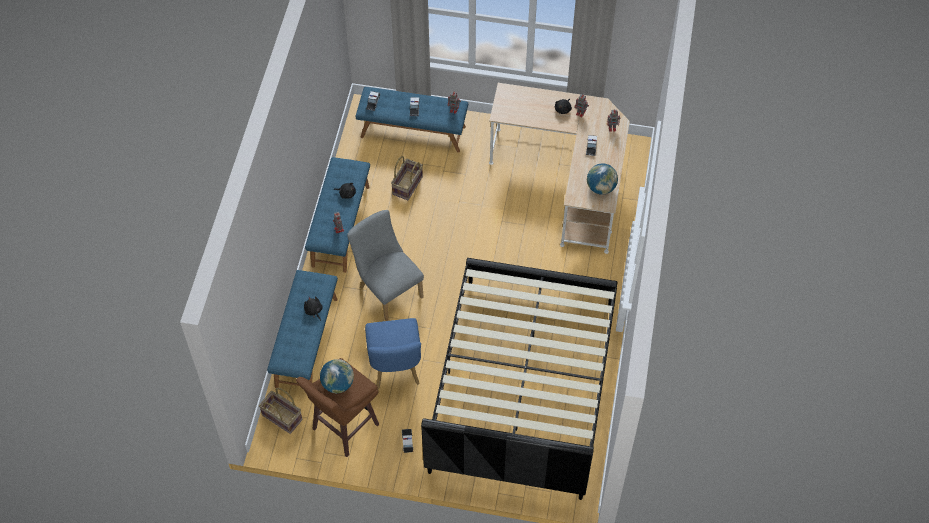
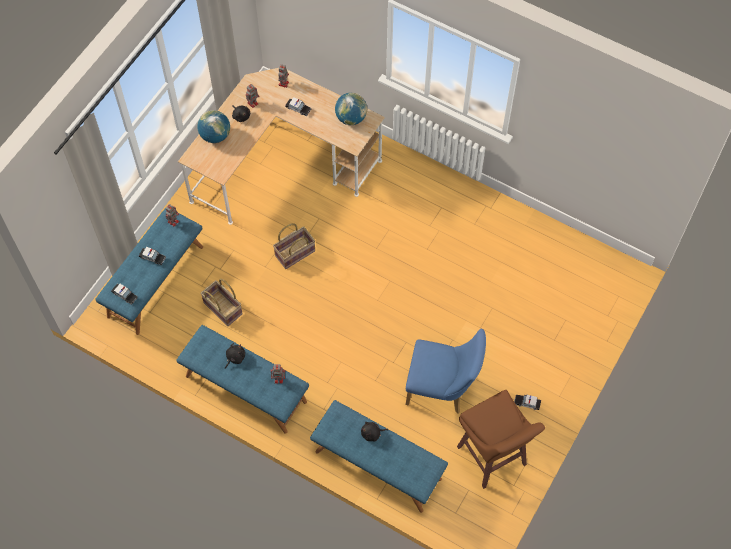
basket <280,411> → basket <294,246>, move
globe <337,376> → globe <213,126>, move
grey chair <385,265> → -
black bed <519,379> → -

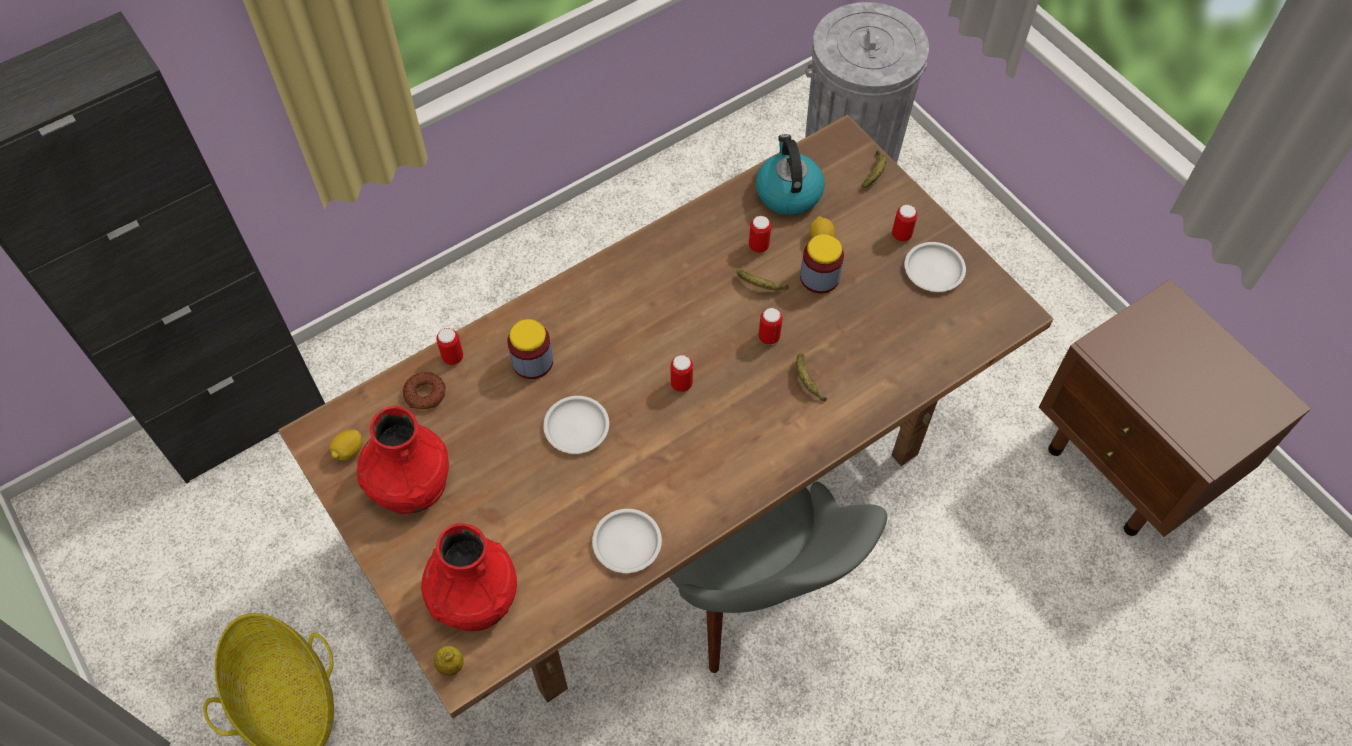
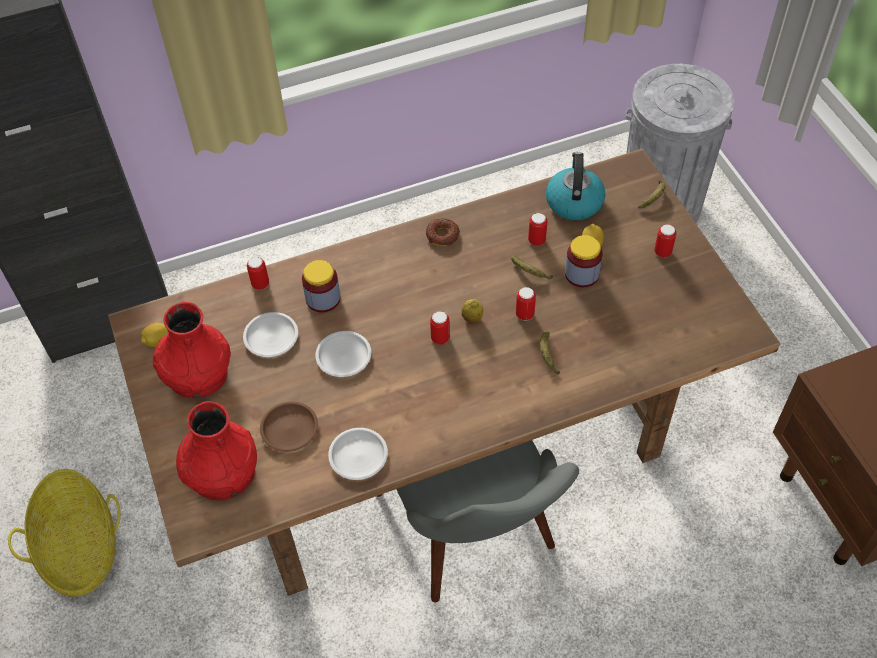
donut <424,391> → donut <443,232>, move
lemon <449,661> → lemon <472,311>, move
white plate <935,267> → white plate <270,334>, move
- → brown plate <289,426>

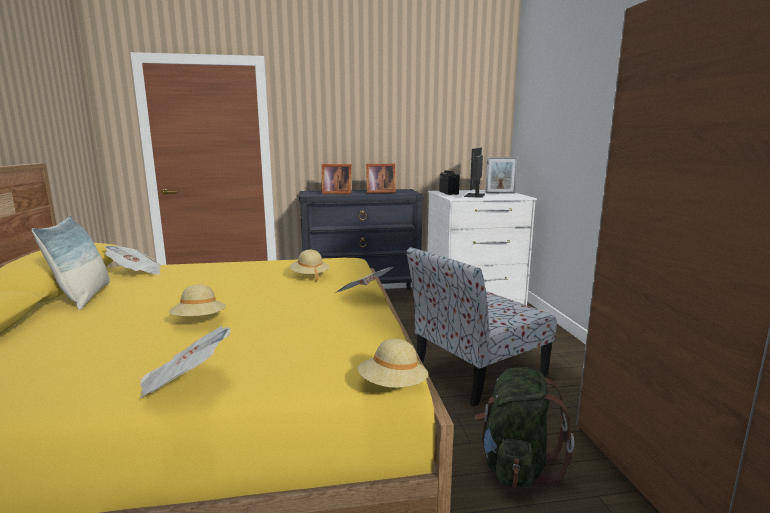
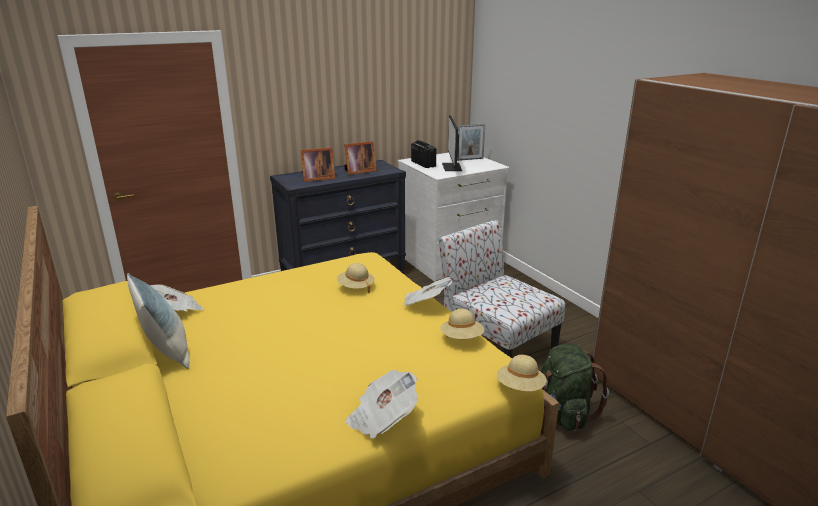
beige hat <197,300> → beige hat <462,324>, move
chair <482,327> → chair <502,289>, 105 degrees clockwise

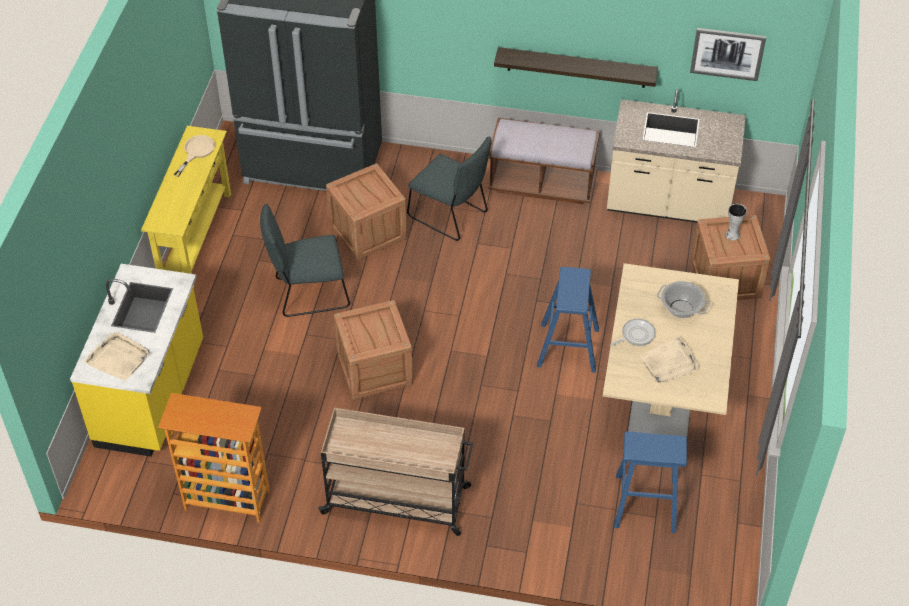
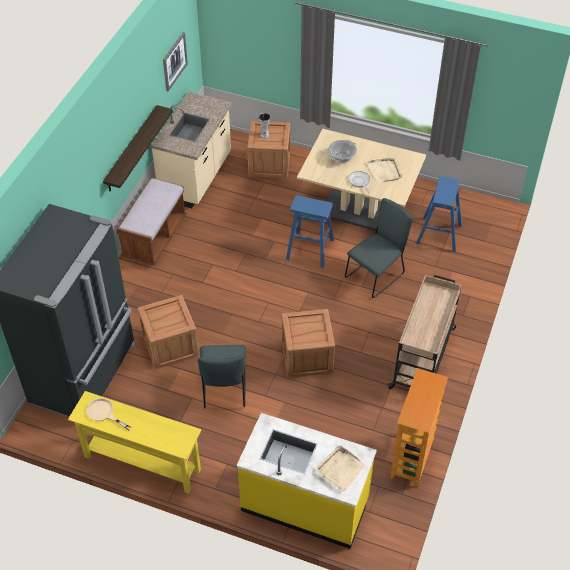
grey chair <449,189> → grey chair <379,248>, move

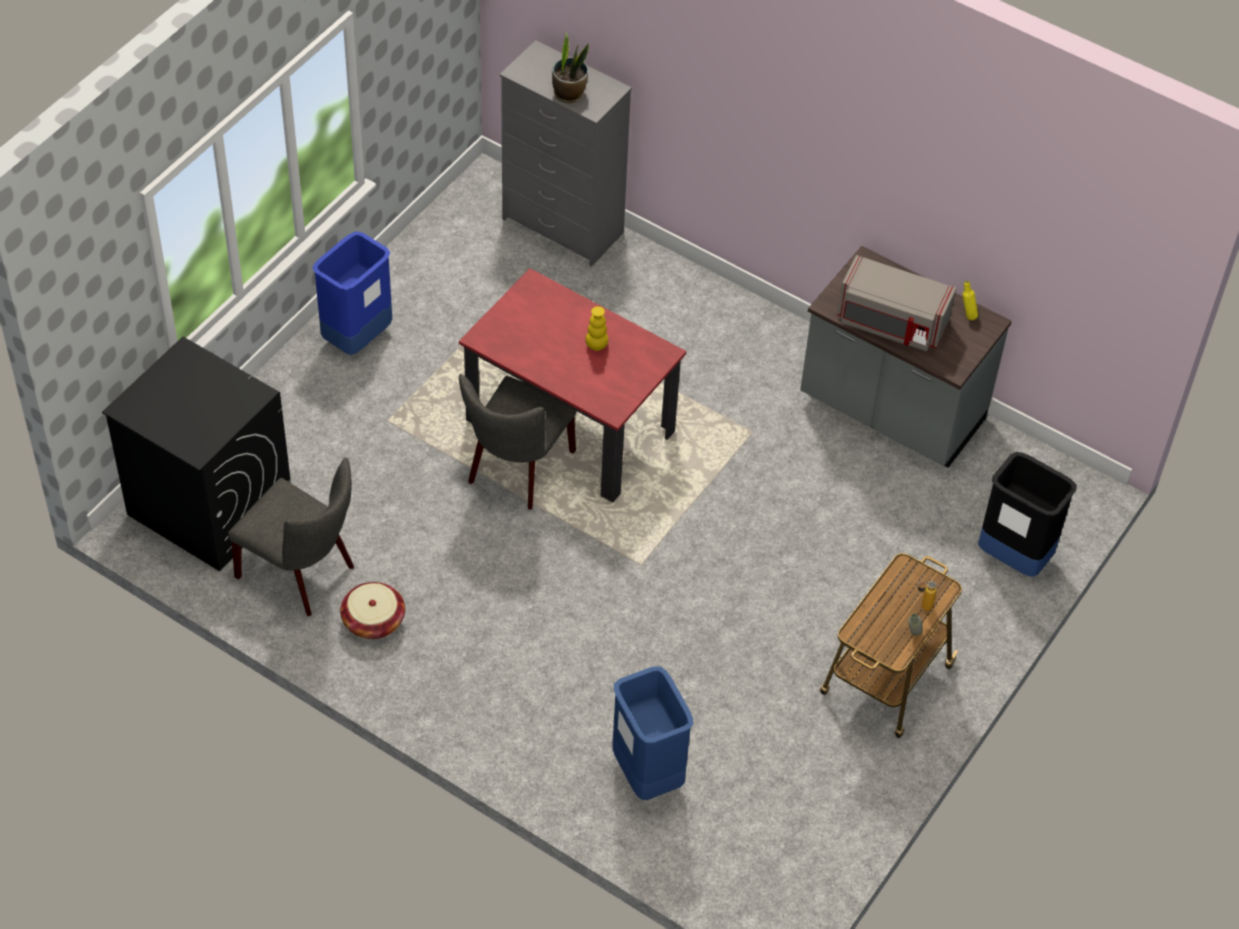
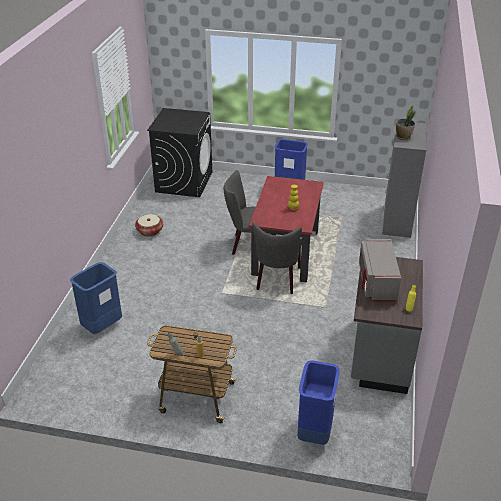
grey chair <291,536> → grey chair <277,258>, move
black trash can <1027,514> → blue trash can <318,402>

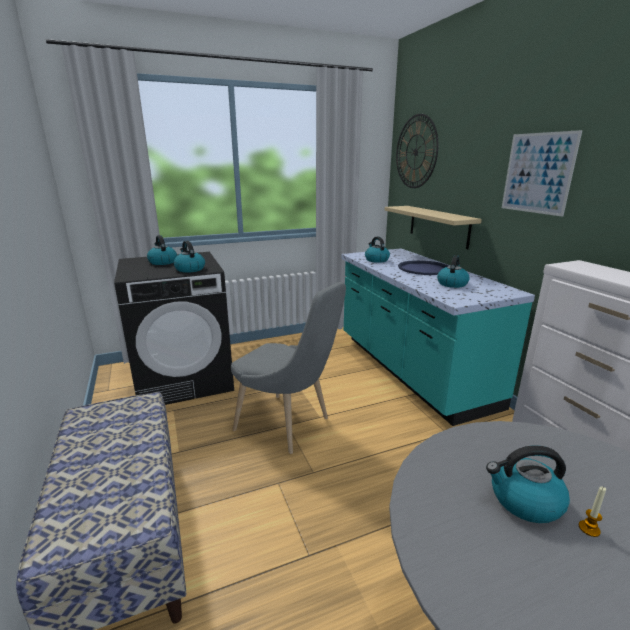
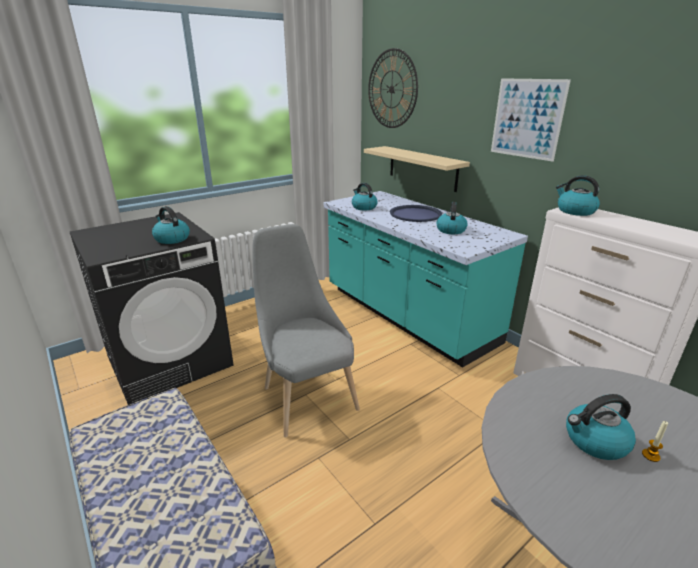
kettle <162,250> → kettle <578,195>, move
grey chair <288,368> → grey chair <306,330>, 135 degrees counterclockwise

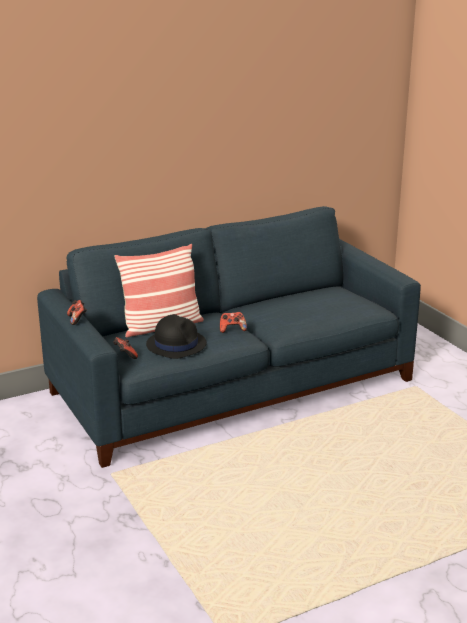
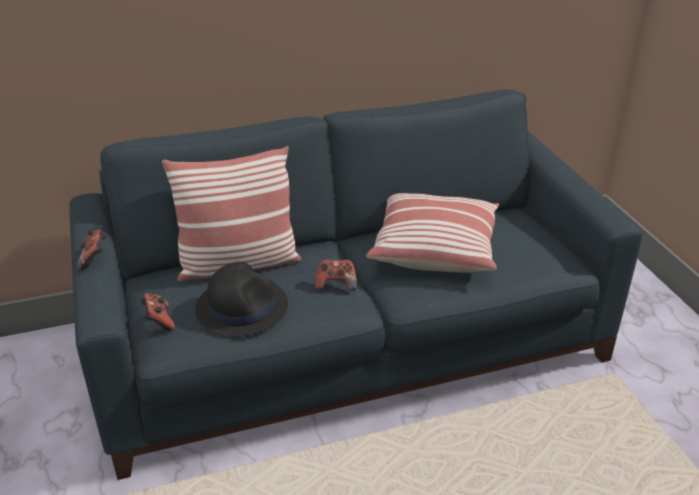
- → pillow <432,233>

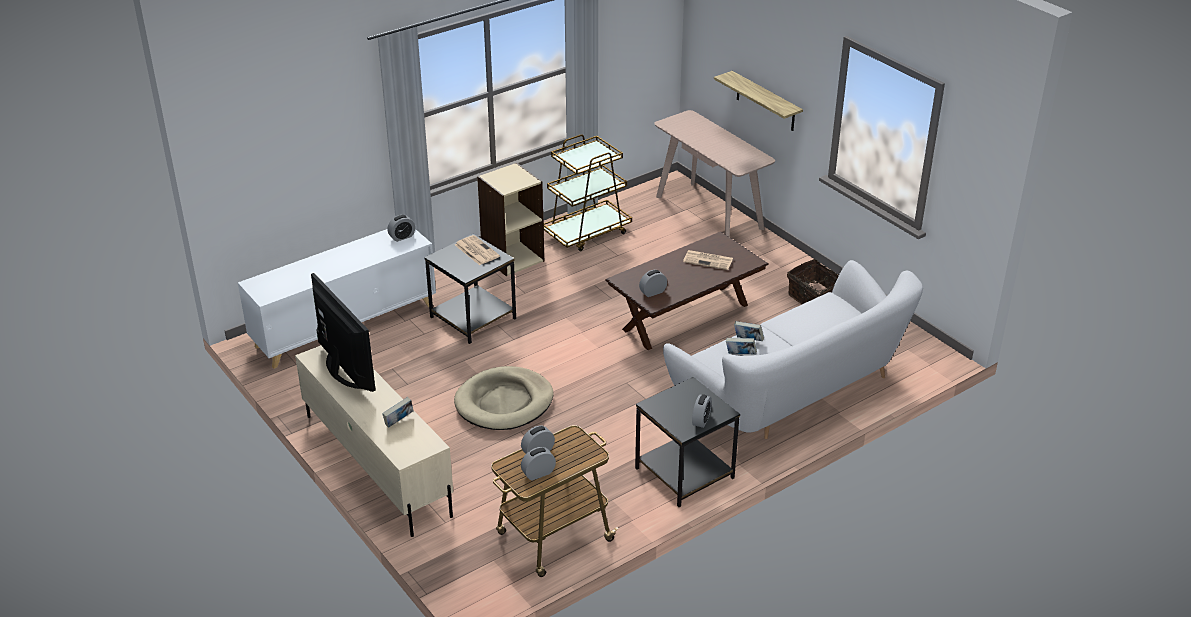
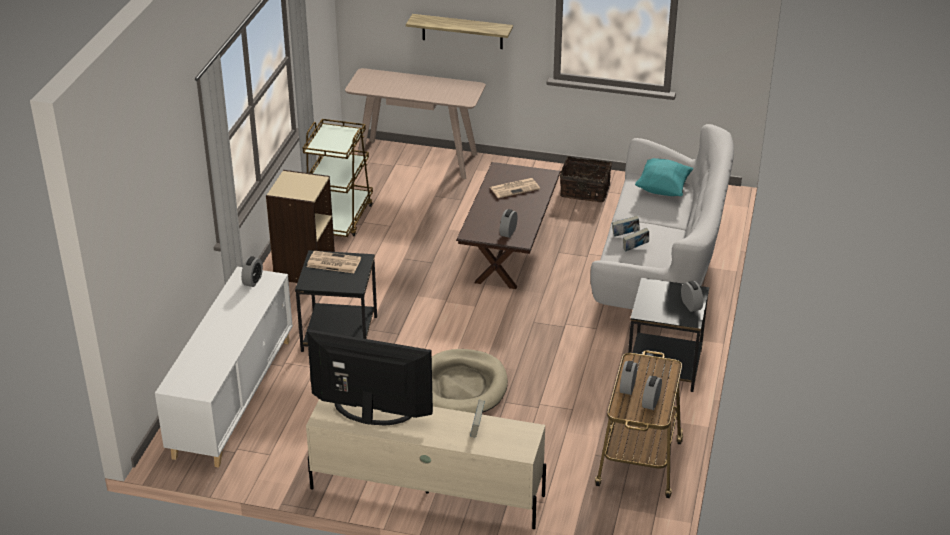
- → turquoise pillow <664,177>

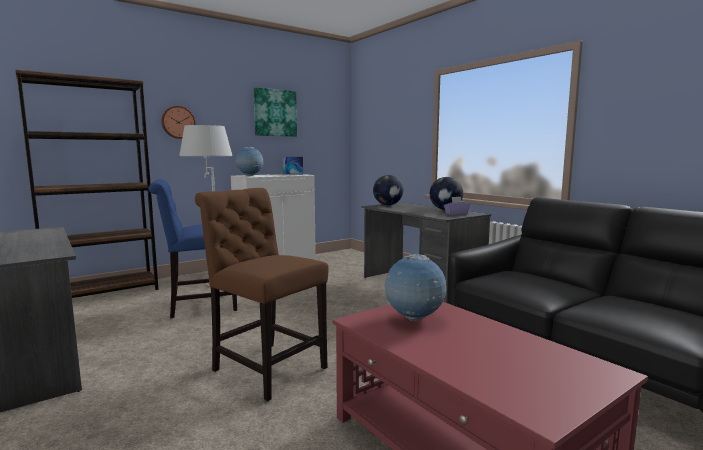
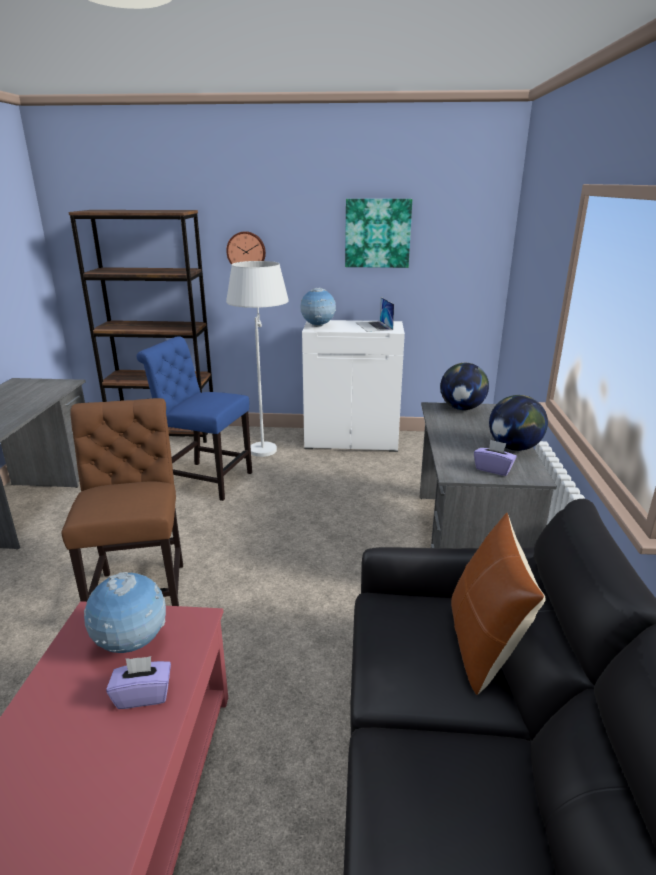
- → purple tissue box <138,682>
- → brown pillow <498,604>

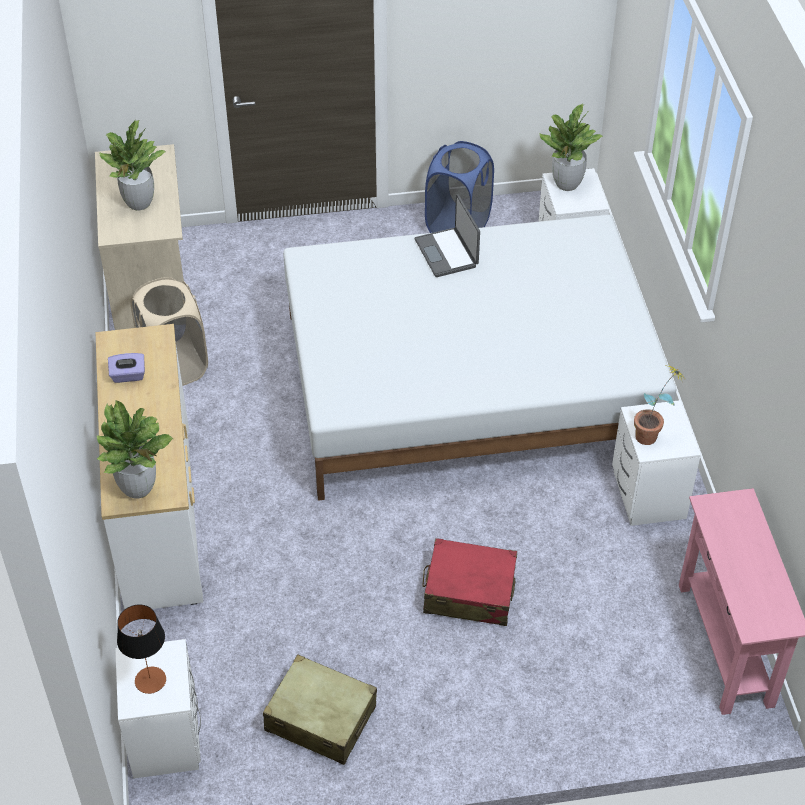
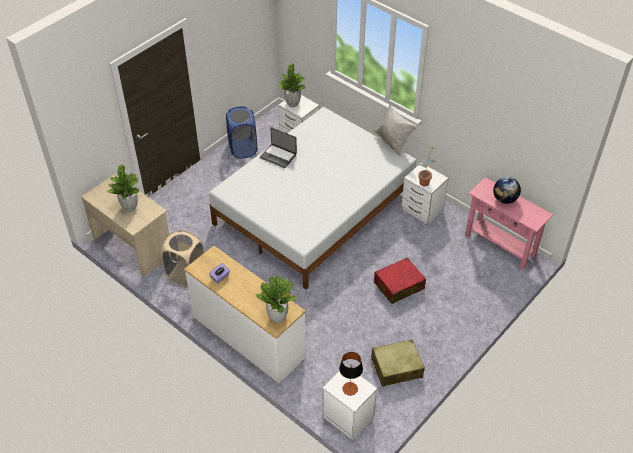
- → white pillow <395,130>
- → globe <507,190>

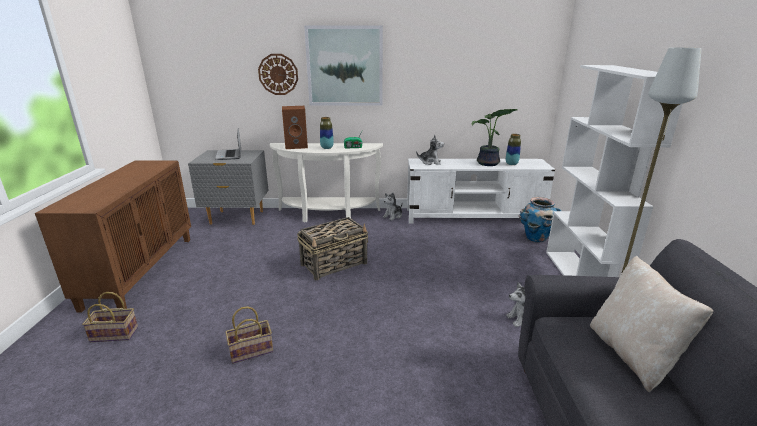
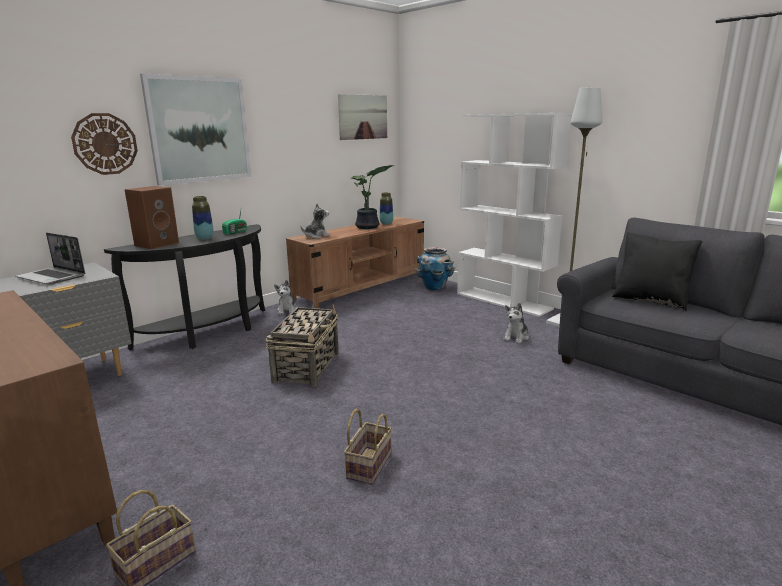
white console table <326,182> → black console table <184,287>
white tv stand <481,191> → brown tv stand <355,263>
beige pillow <651,324> → black pillow <657,271>
- → picture <362,117>

